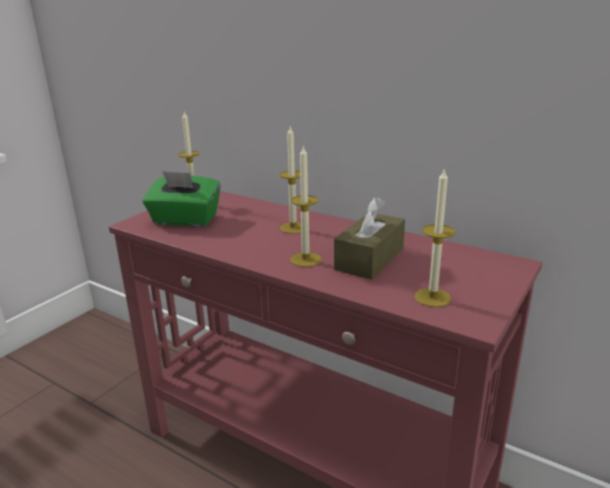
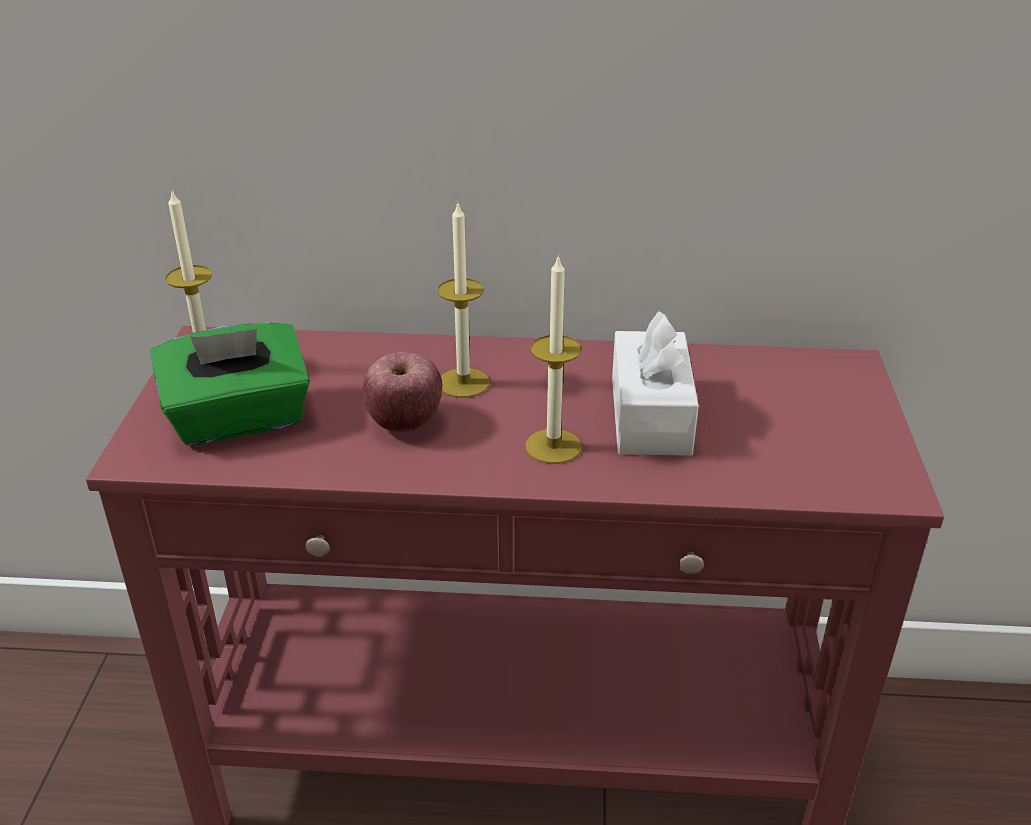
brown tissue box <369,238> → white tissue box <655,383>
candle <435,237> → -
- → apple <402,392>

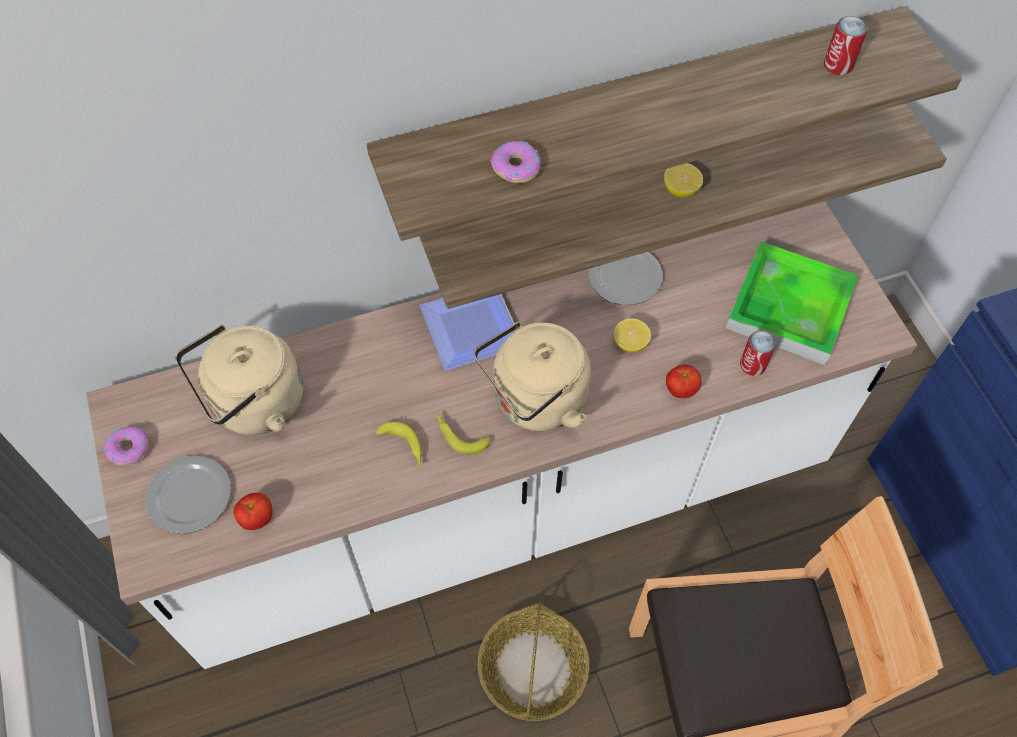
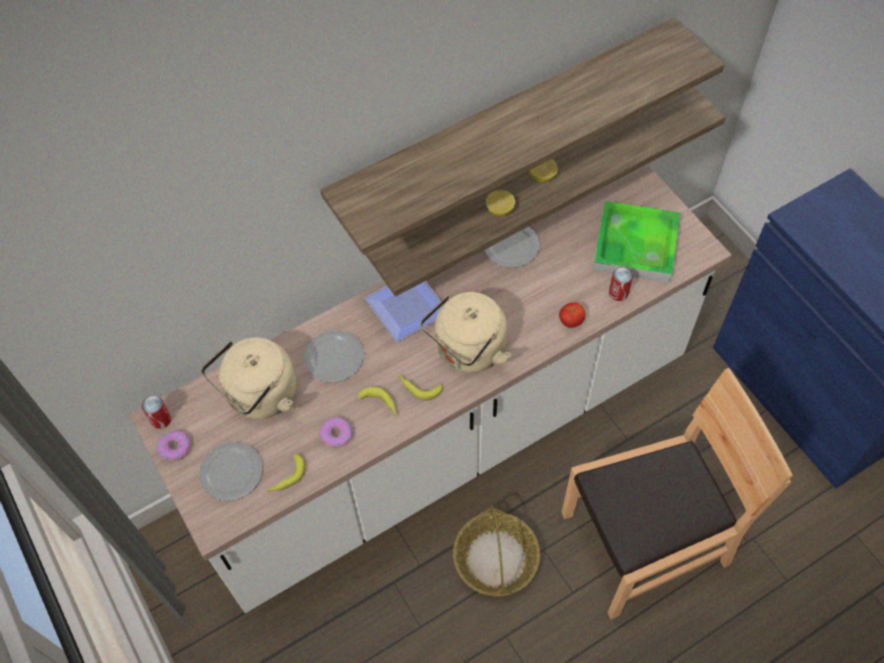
tomato <253,511> → banana <286,473>
donut <516,162> → donut <336,432>, move
lemon <632,335> → lemon <500,203>, move
can <846,45> → can <156,412>, move
- → plate <333,356>

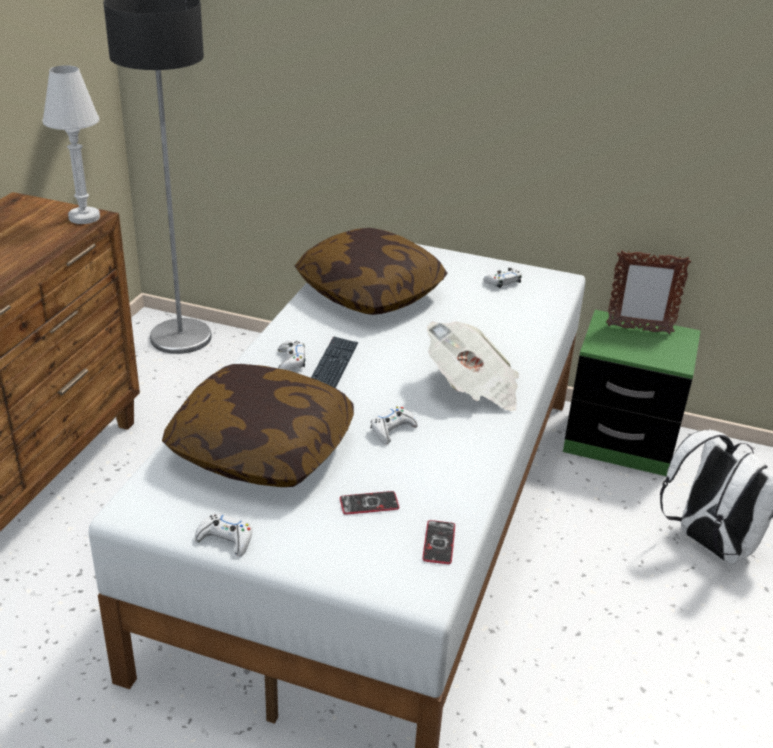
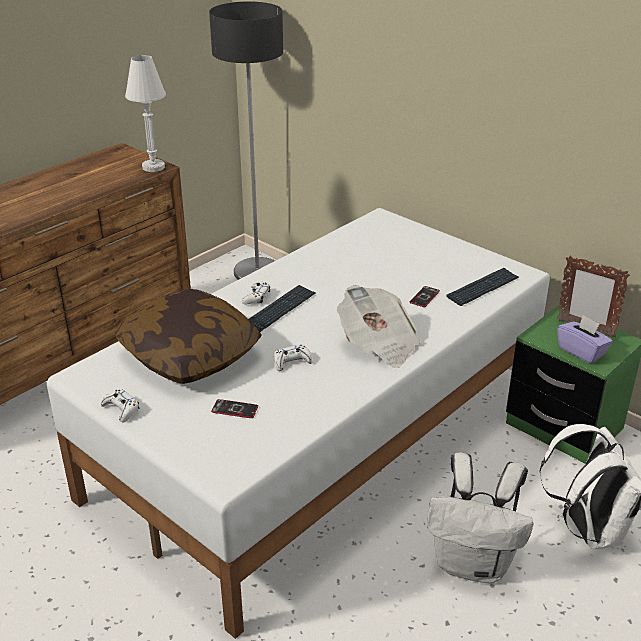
pillow <371,271> → -
phone <438,542> → phone <425,296>, move
white game controller <502,278> → -
- → white backpack <480,517>
- → keyboard <482,287>
- → purple tissue box <585,339>

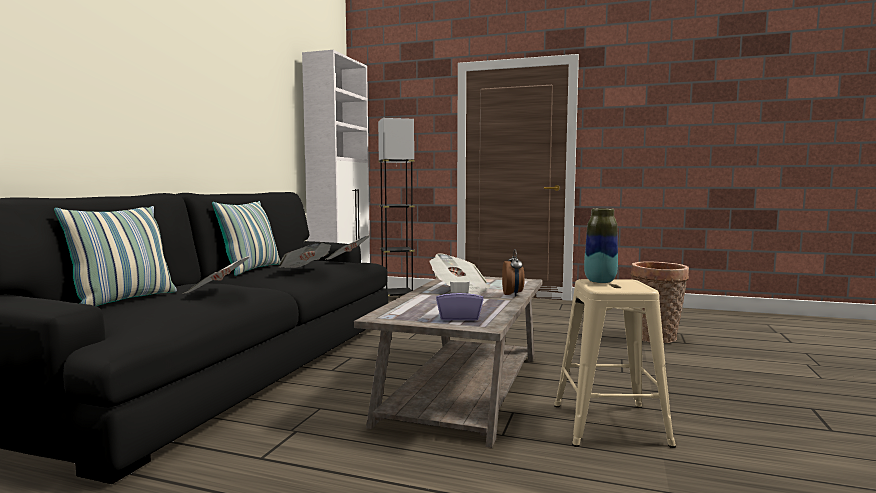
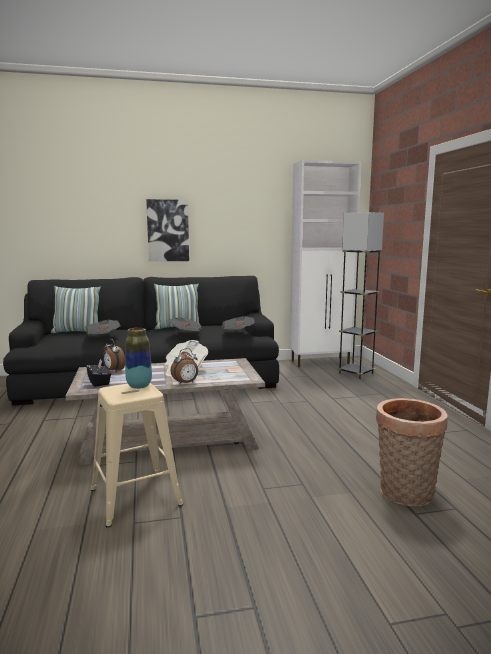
purple tissue box <460,301> → black tissue box <98,373>
- → alarm clock <114,356>
- → picture <167,230>

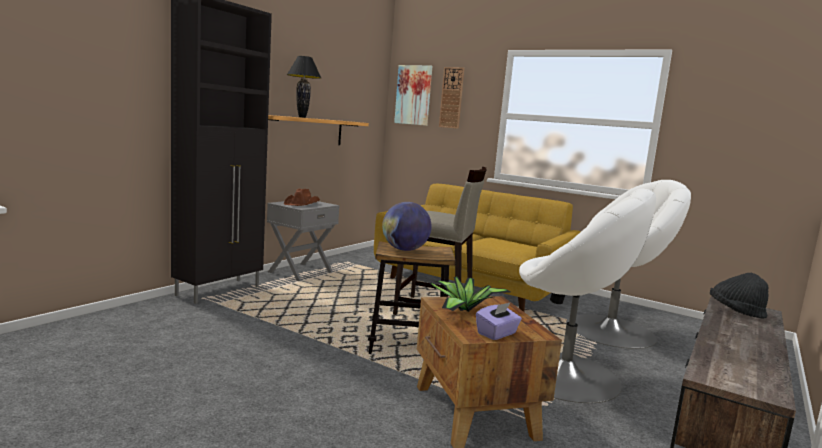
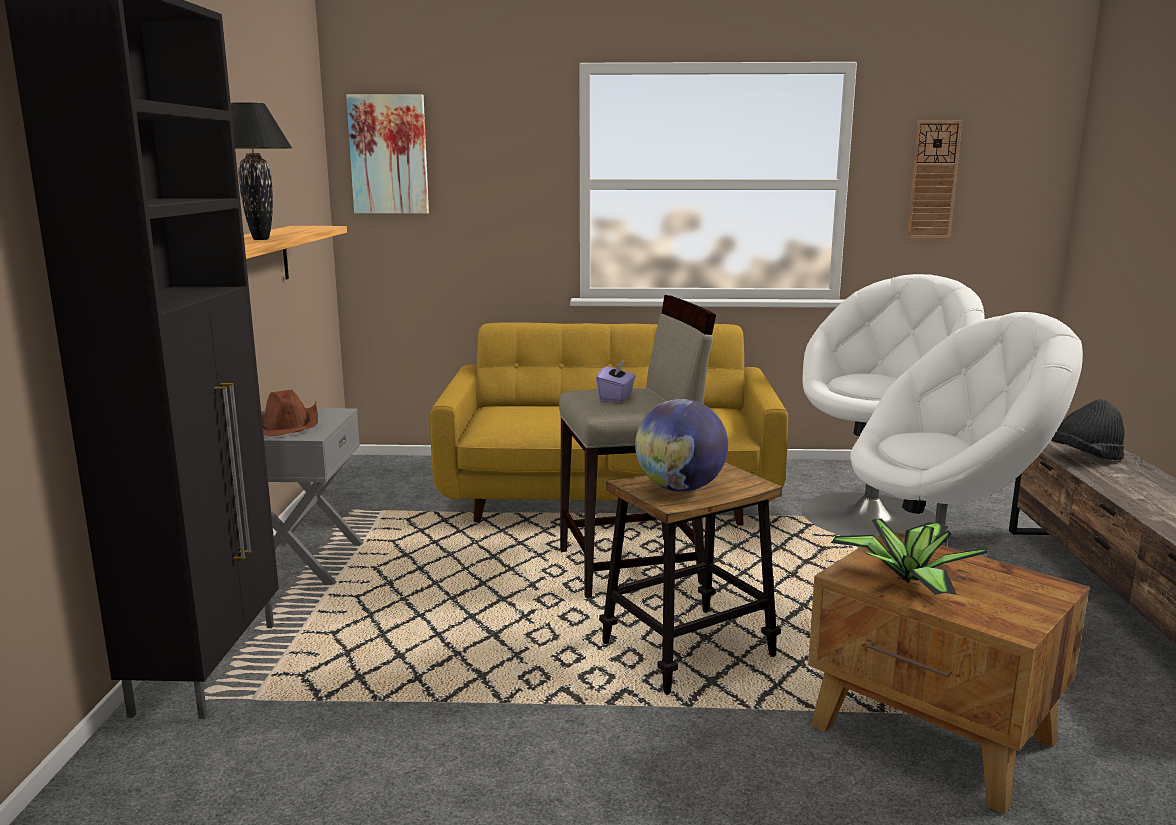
wall clock <451,98> → wall clock <934,179>, move
purple tissue box <499,321> → purple tissue box <616,380>, move

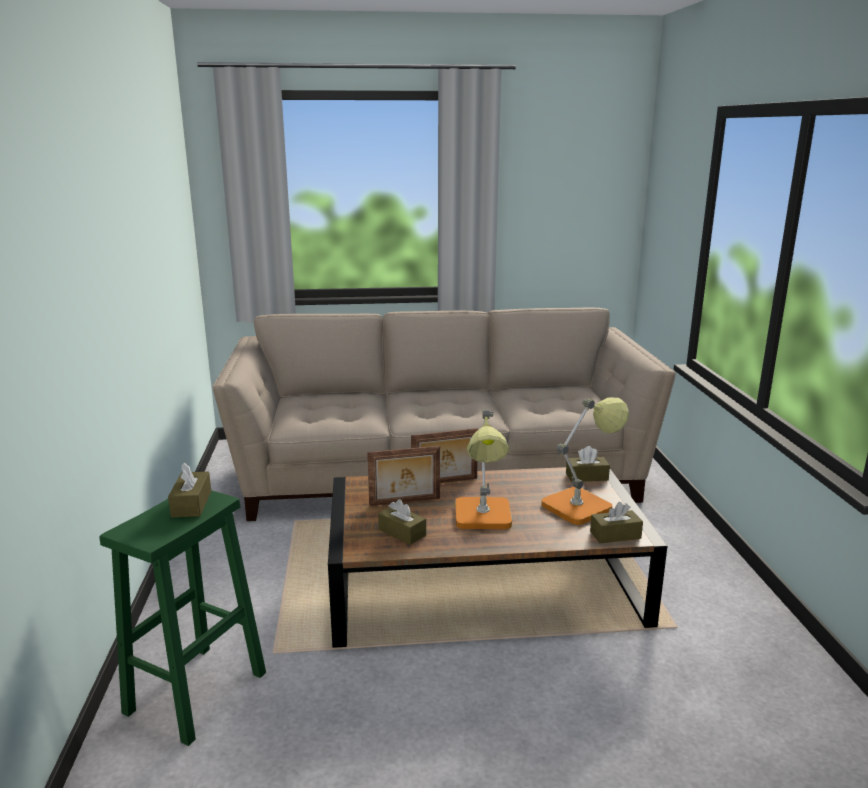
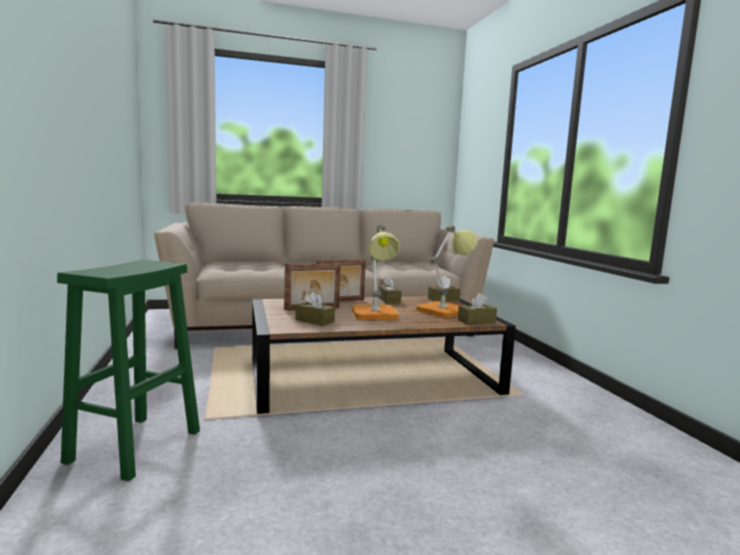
brown tissue box <189,489> → brown tissue box <390,290>, move

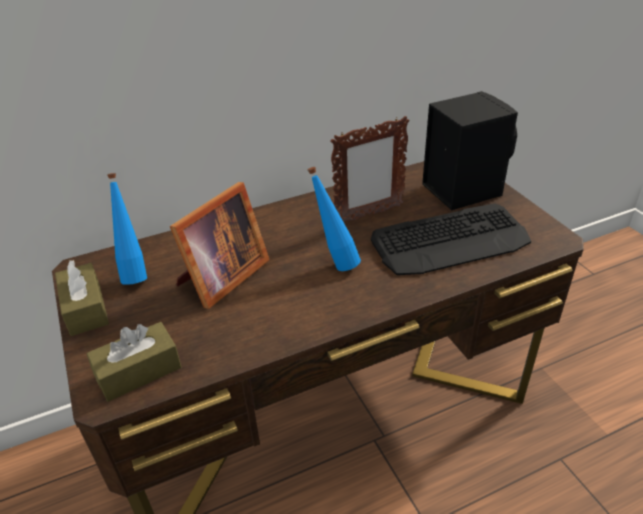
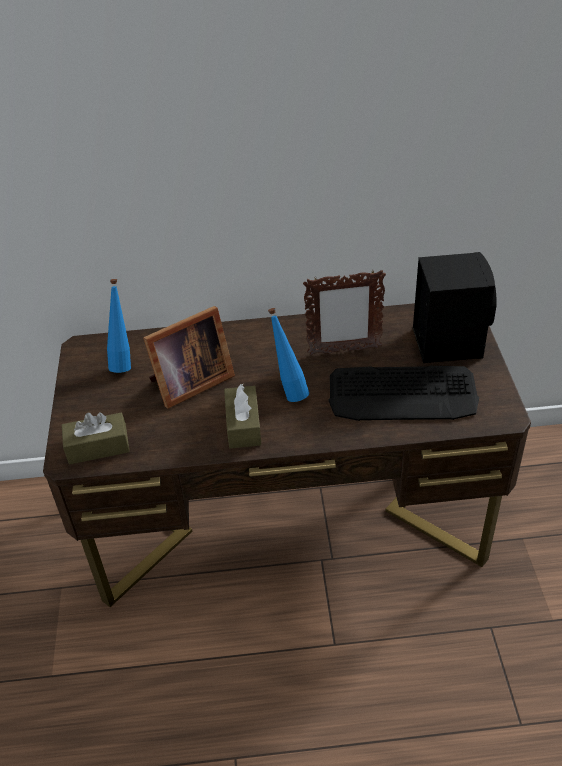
brown tissue box <82,298> → brown tissue box <242,416>, move

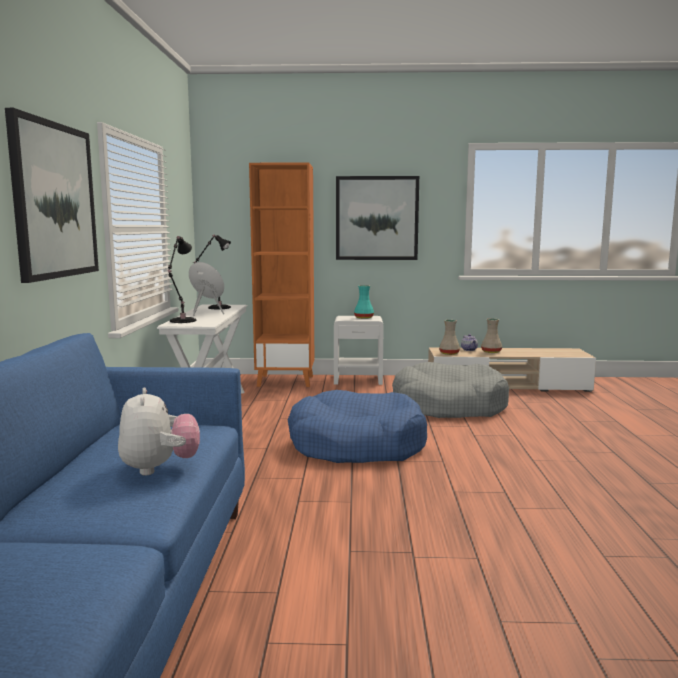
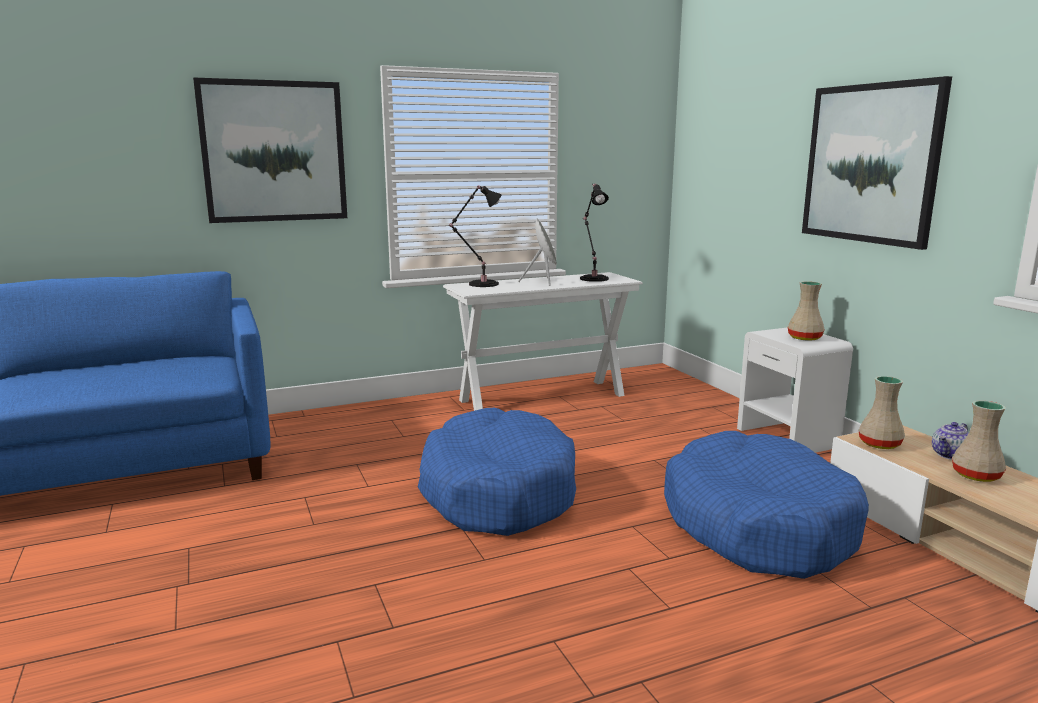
plush toy <159,432> → -
orange bookcase <281,274> → -
turquoise vase <364,302> → beige vase <806,311>
grey dog bed <450,390> → blue dog bed <766,505>

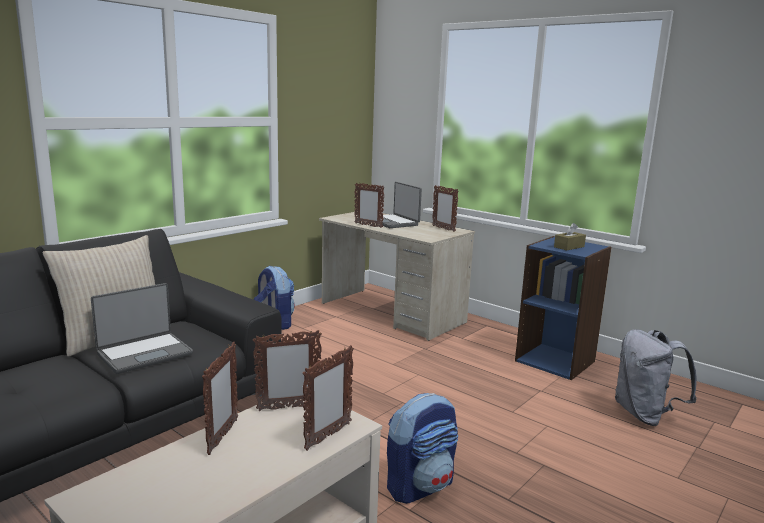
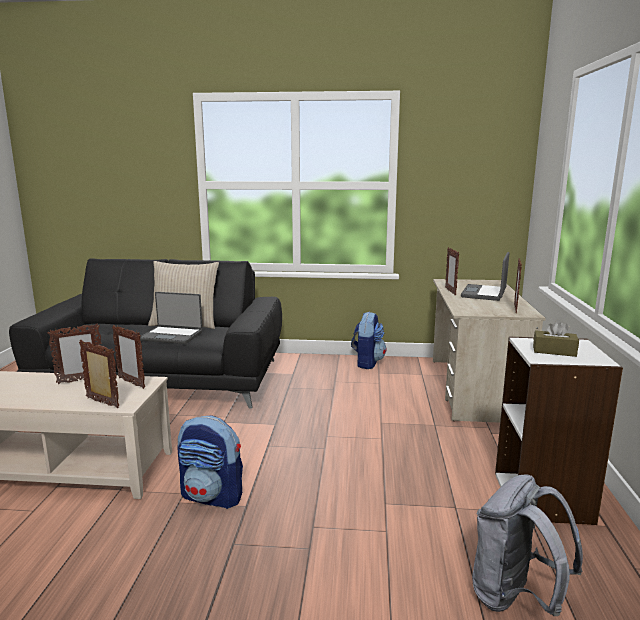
picture frame <328,398> → picture frame <99,374>, 150 degrees counterclockwise
blue bookcase <563,308> → white bookcase <559,431>

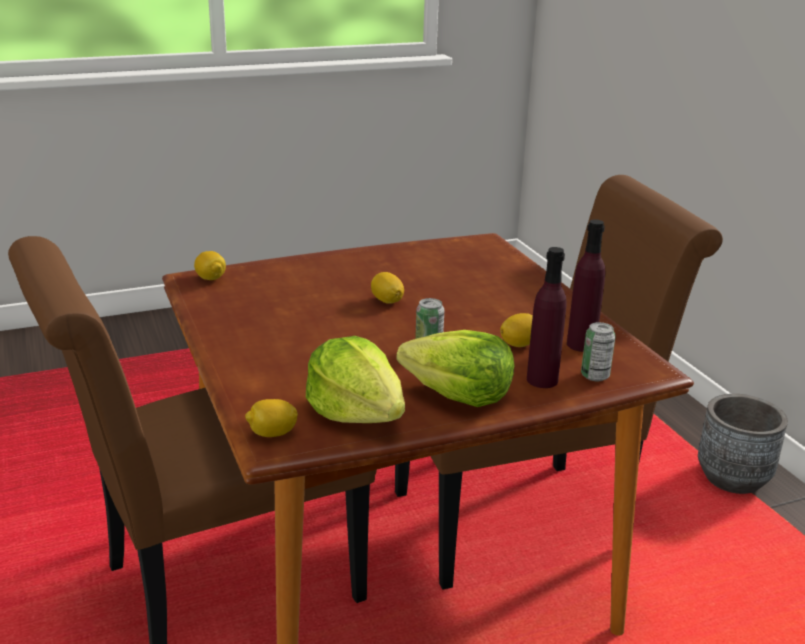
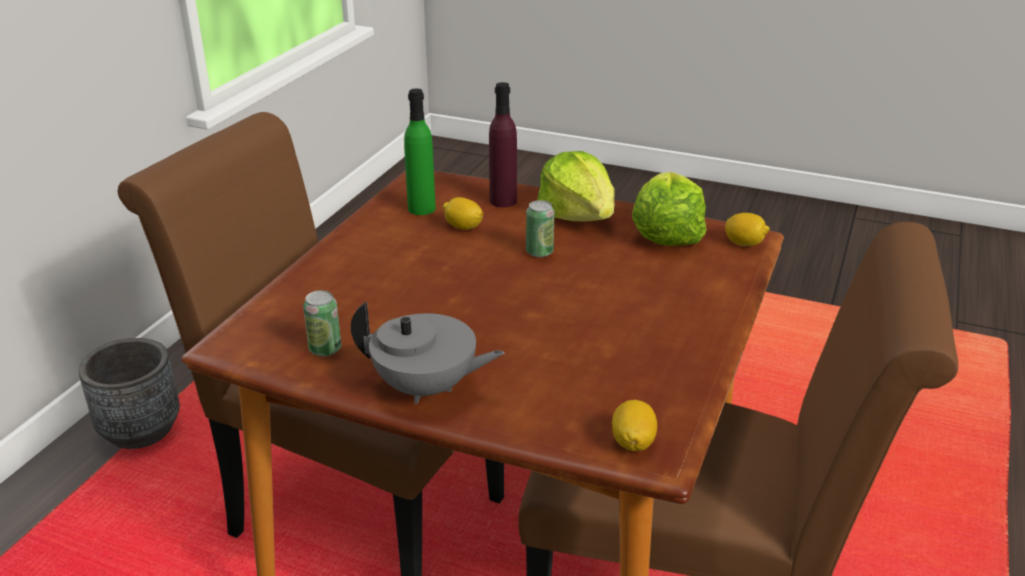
lemon <387,288> → -
purple bottle <586,286> → green bottle <420,152>
can <598,352> → can <322,323>, move
- → grey teapot <427,353>

